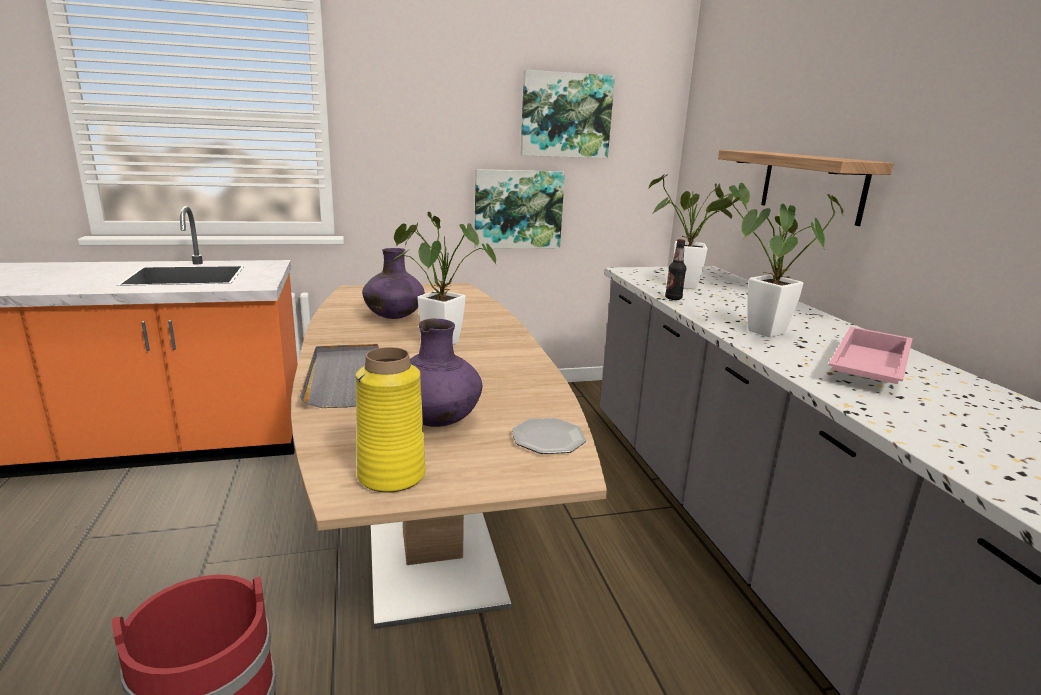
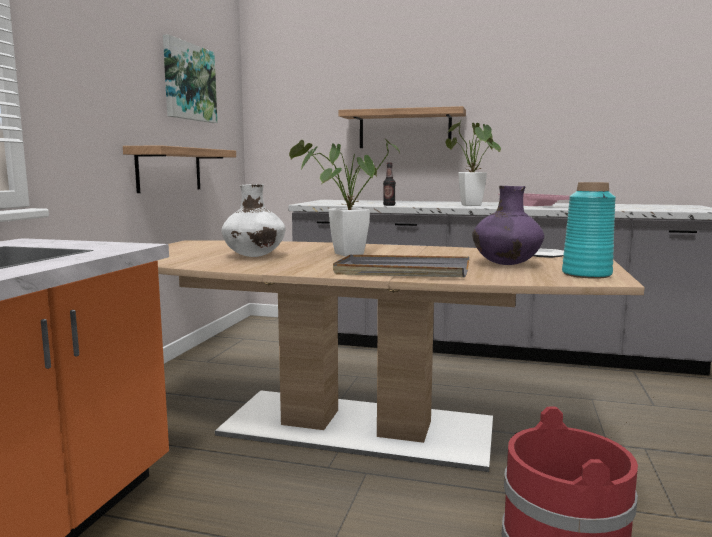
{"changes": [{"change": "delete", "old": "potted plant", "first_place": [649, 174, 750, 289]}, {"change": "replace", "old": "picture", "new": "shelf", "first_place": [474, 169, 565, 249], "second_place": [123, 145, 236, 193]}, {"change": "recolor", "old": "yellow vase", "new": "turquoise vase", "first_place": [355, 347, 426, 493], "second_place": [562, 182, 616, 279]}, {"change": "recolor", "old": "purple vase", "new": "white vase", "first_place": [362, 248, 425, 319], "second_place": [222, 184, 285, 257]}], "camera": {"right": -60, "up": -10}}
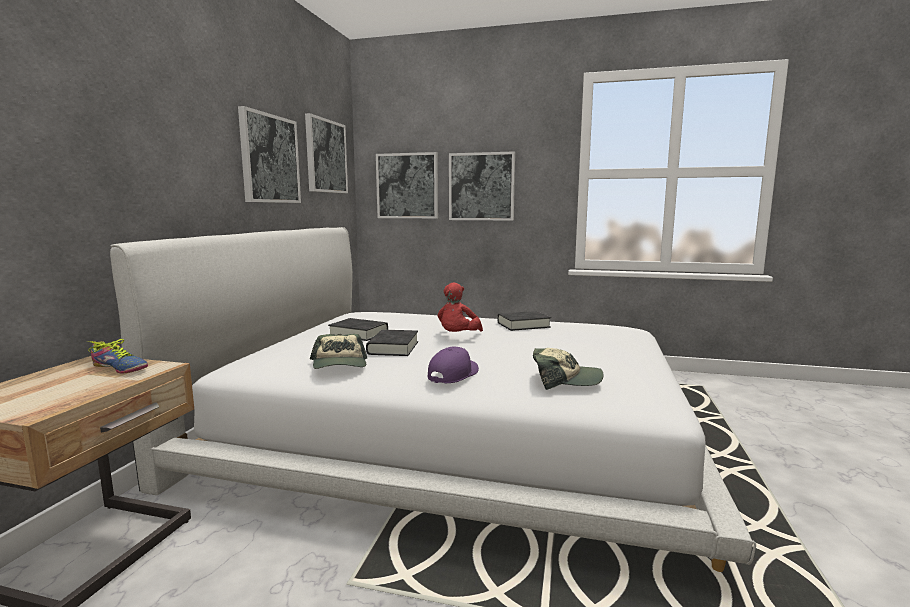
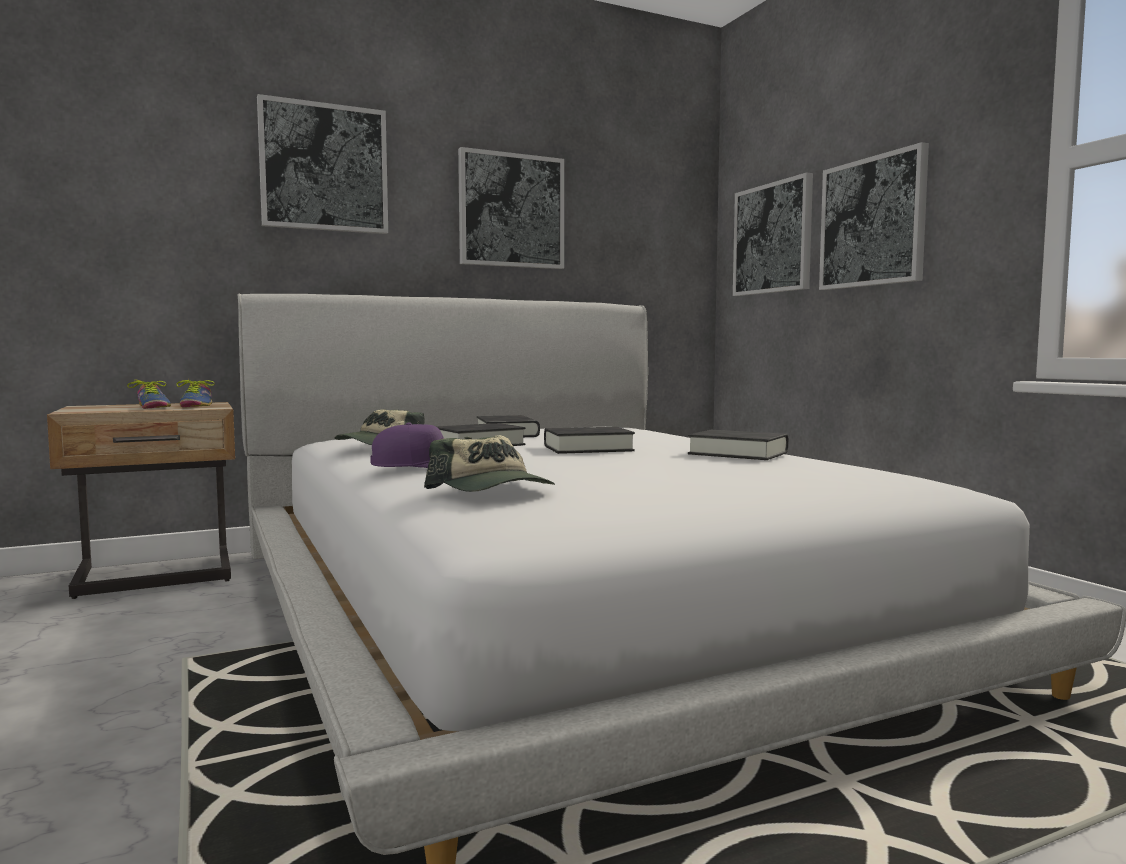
{"changes": [{"change": "insert", "new": "shoe", "second_place": [127, 380, 171, 409]}, {"change": "move", "old": "picture", "first_place": [305, 113, 348, 193], "second_place": [257, 94, 388, 234]}, {"change": "replace", "old": "red plush toy", "new": "black book", "first_place": [438, 282, 483, 332], "second_place": [544, 427, 635, 454]}], "camera": {"right": 50, "up": -5}}
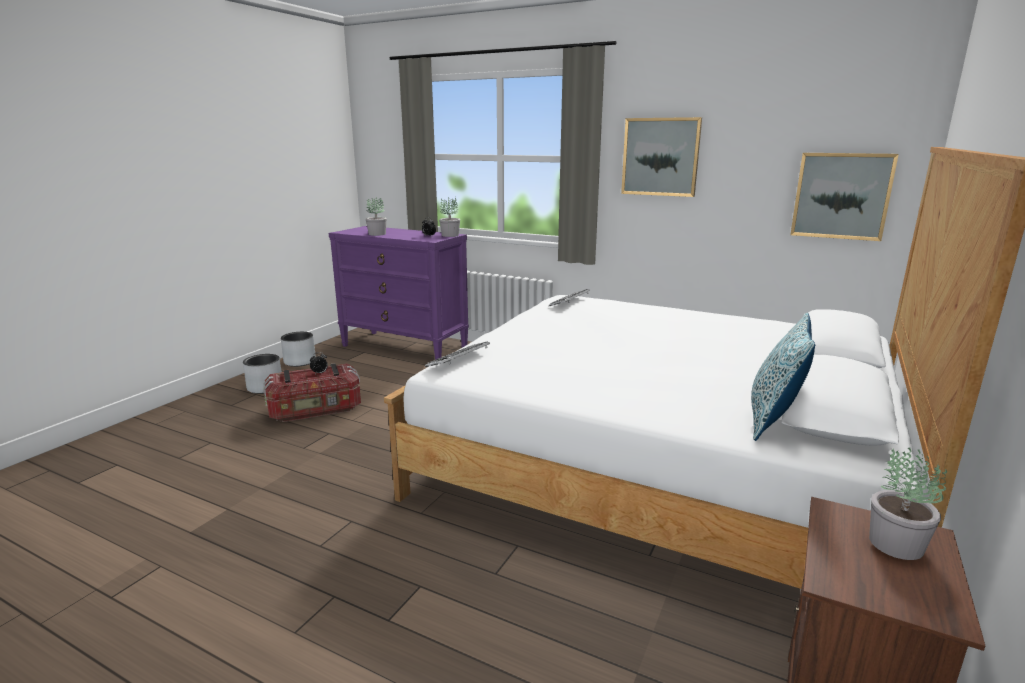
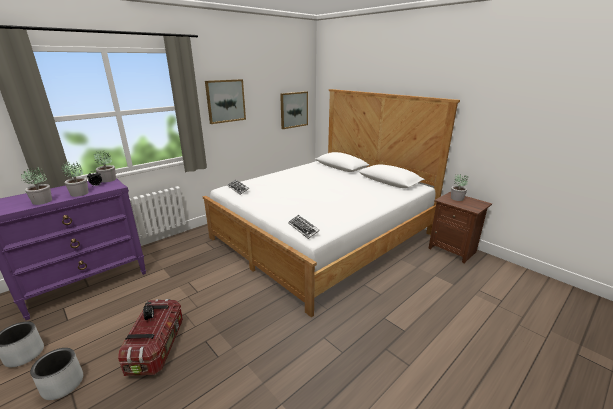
{"changes": [{"change": "delete", "old": "pillow", "first_place": [751, 312, 815, 441]}, {"change": "insert", "new": "potted plant", "second_place": [61, 161, 89, 197]}], "camera": {"right": -70, "up": 5}}
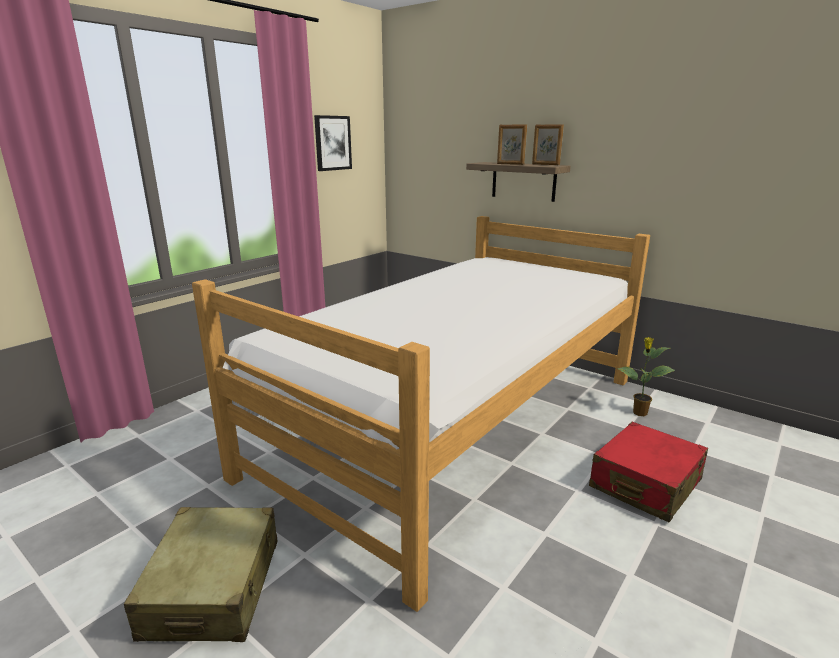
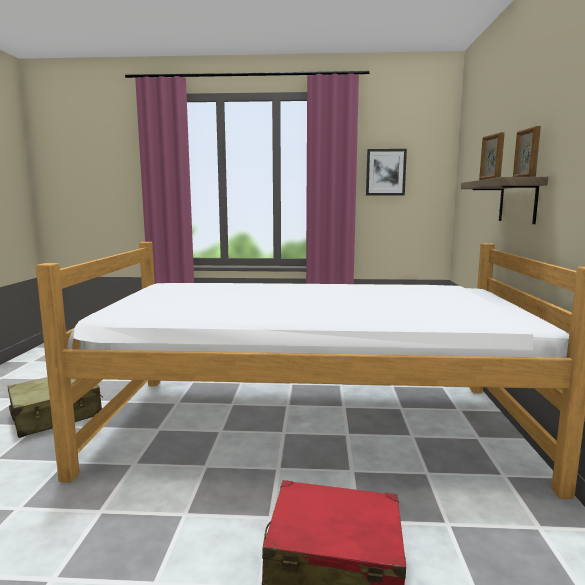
{"changes": [{"change": "delete", "old": "potted plant", "first_place": [617, 337, 675, 416]}], "camera": {"right": 55, "up": -10}}
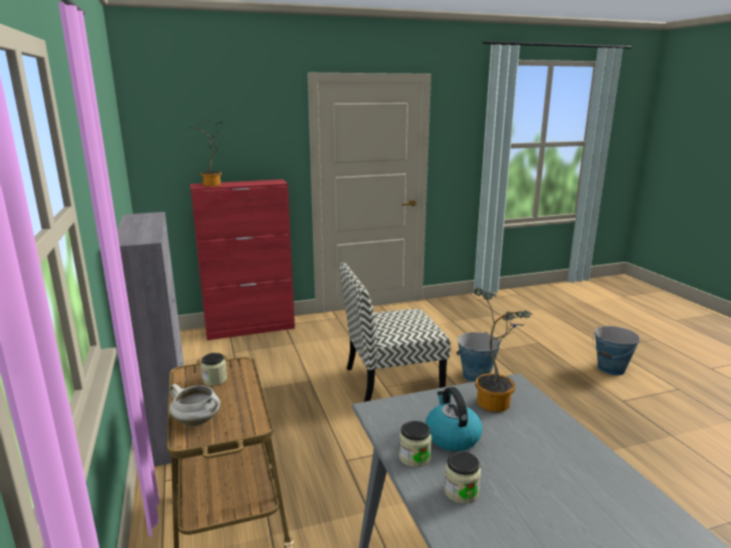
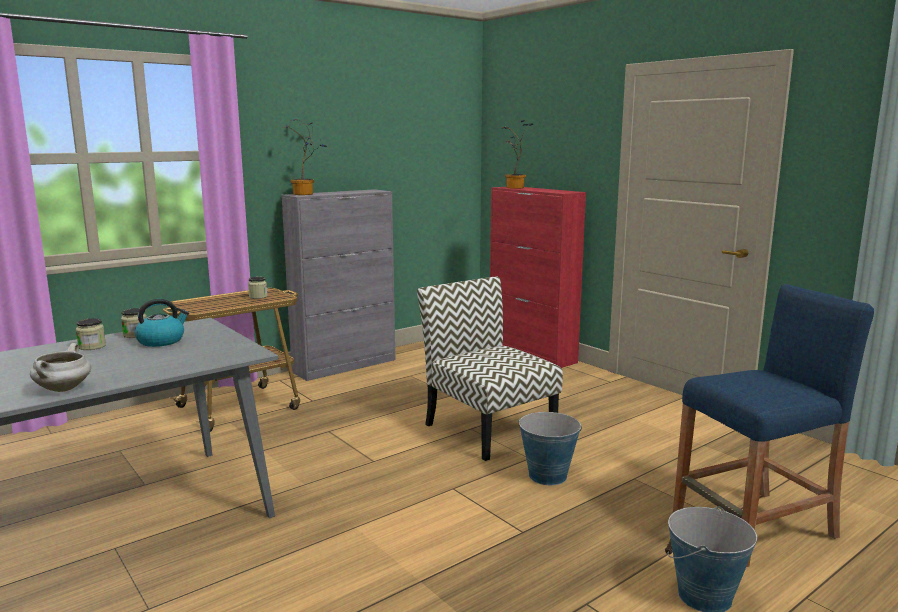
{"changes": [{"change": "insert", "new": "blue stool", "second_place": [673, 284, 874, 567]}, {"change": "move", "old": "white cooking pot", "first_place": [169, 384, 220, 426], "second_place": [30, 343, 91, 392]}, {"change": "move", "old": "potted plant", "first_place": [474, 288, 533, 412], "second_place": [282, 119, 327, 195]}], "camera": {"right": 70, "up": -5}}
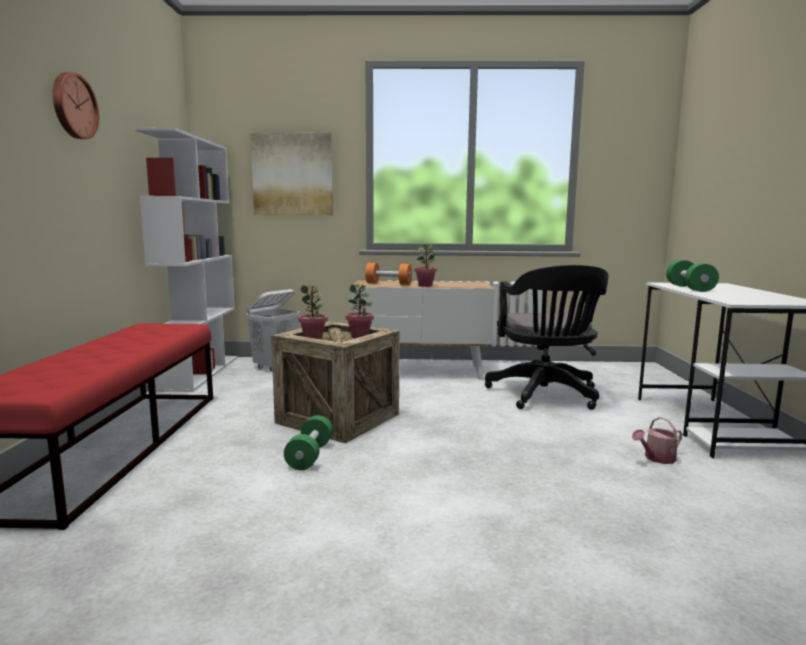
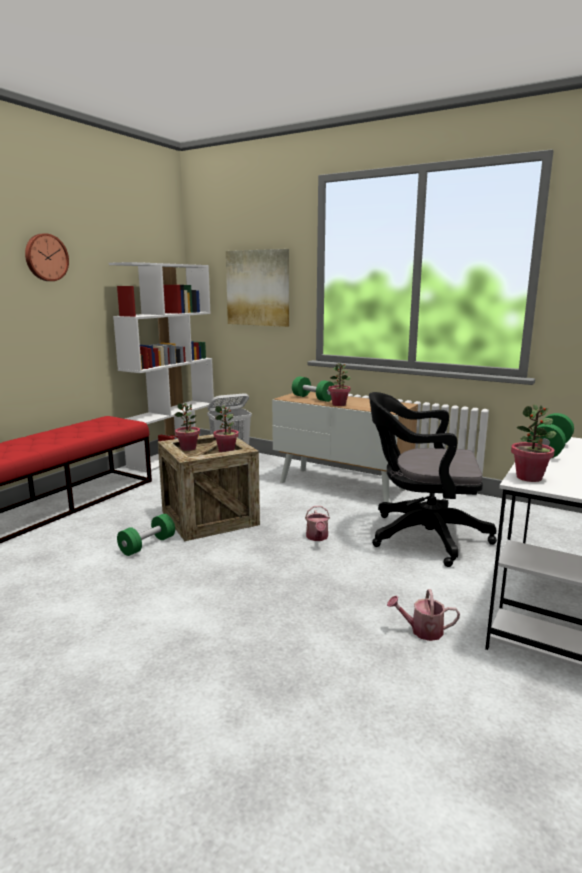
{"changes": [{"change": "insert", "new": "watering can", "second_place": [305, 506, 330, 541]}, {"change": "insert", "new": "potted plant", "second_place": [511, 404, 556, 482]}, {"change": "recolor", "old": "orange dumbbell", "new": "green dumbbell", "first_place": [365, 263, 412, 285], "second_place": [292, 377, 335, 402]}, {"change": "rotate", "old": "black office chair", "first_place": [485, 265, 609, 410], "second_place": [369, 392, 497, 567], "degrees": 75}], "camera": {"right": 30, "up": 5}}
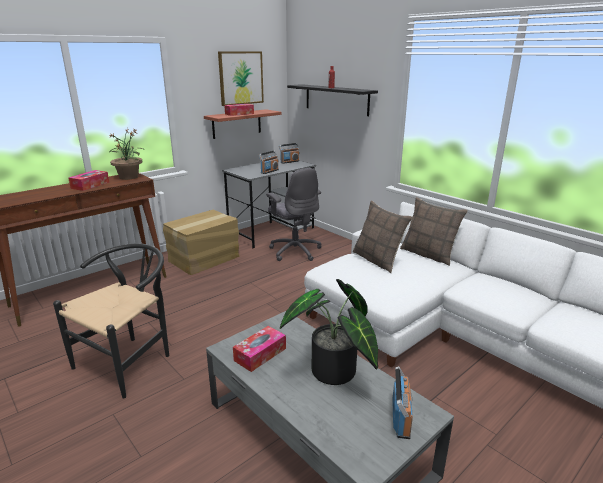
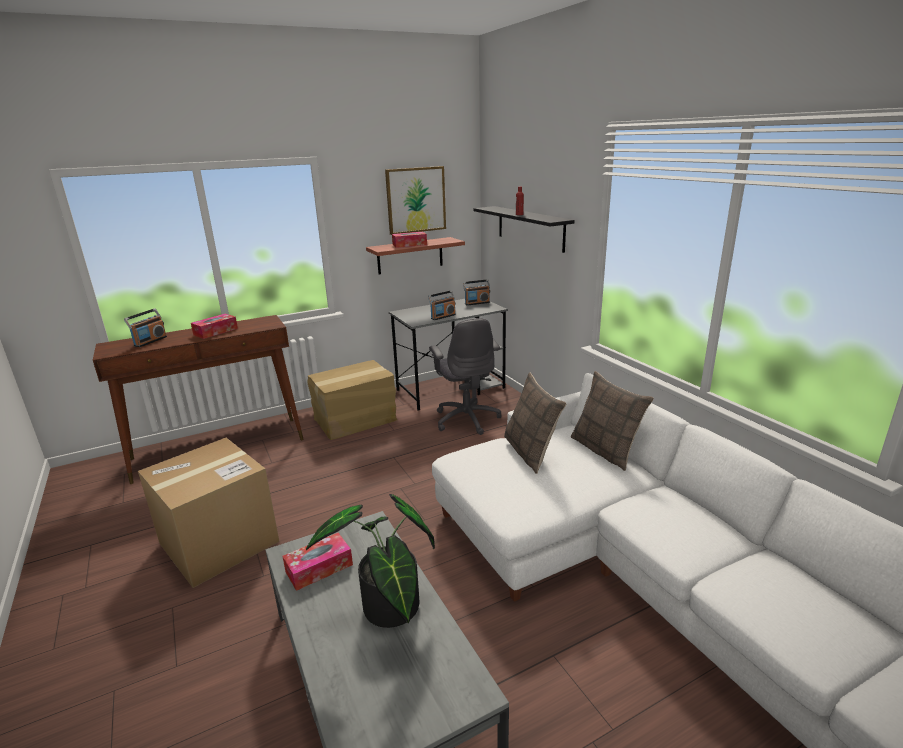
{"changes": [{"change": "delete", "old": "potted plant", "first_place": [109, 129, 145, 180]}, {"change": "move", "old": "radio", "first_place": [392, 366, 413, 439], "second_place": [124, 308, 167, 347]}, {"change": "replace", "old": "black chair", "new": "cardboard box", "first_place": [53, 243, 169, 399], "second_place": [138, 438, 280, 588]}], "camera": {"right": 15, "up": 0}}
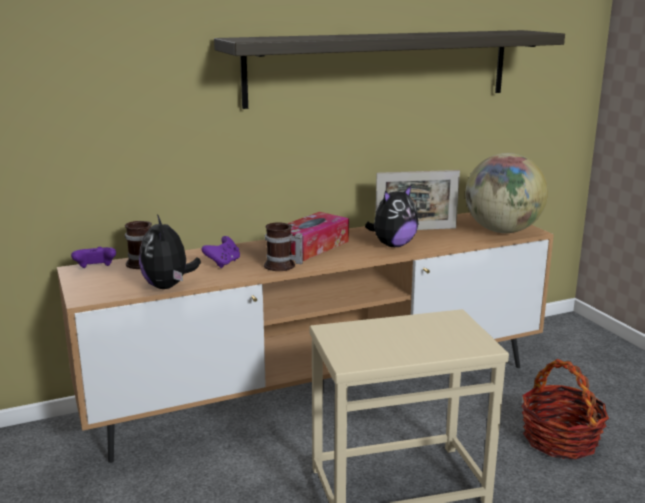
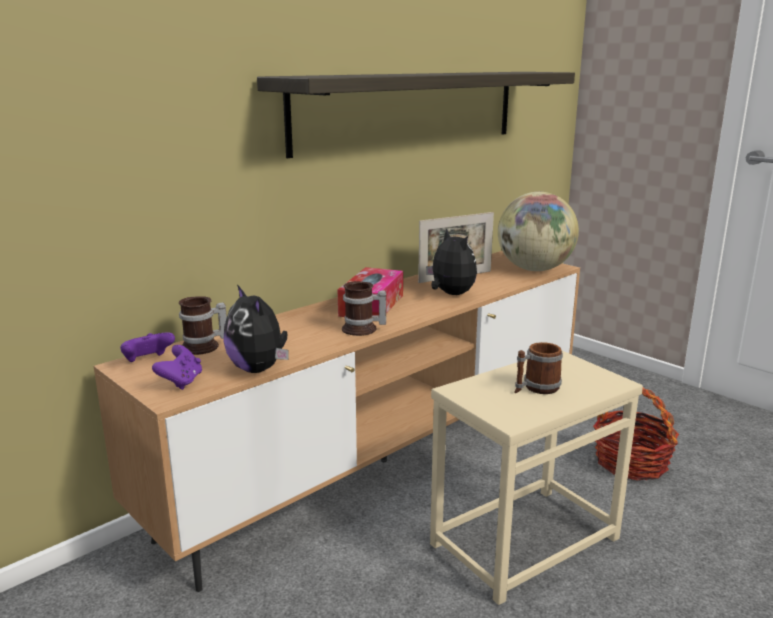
{"changes": [{"change": "insert", "new": "mug", "second_place": [514, 342, 563, 394]}, {"change": "move", "old": "purple game controller", "first_place": [201, 236, 240, 268], "second_place": [152, 345, 202, 390]}, {"change": "rotate", "old": "plush toy", "first_place": [365, 185, 418, 247], "second_place": [426, 228, 477, 295], "degrees": -60}], "camera": {"right": -20, "up": 0}}
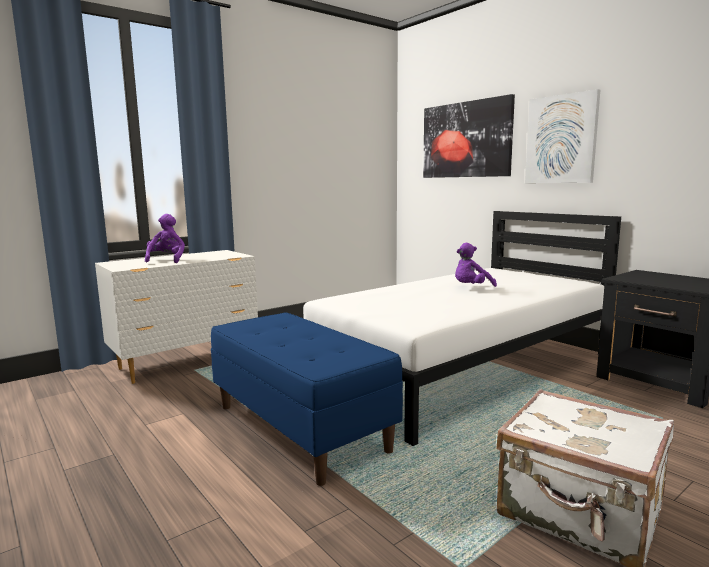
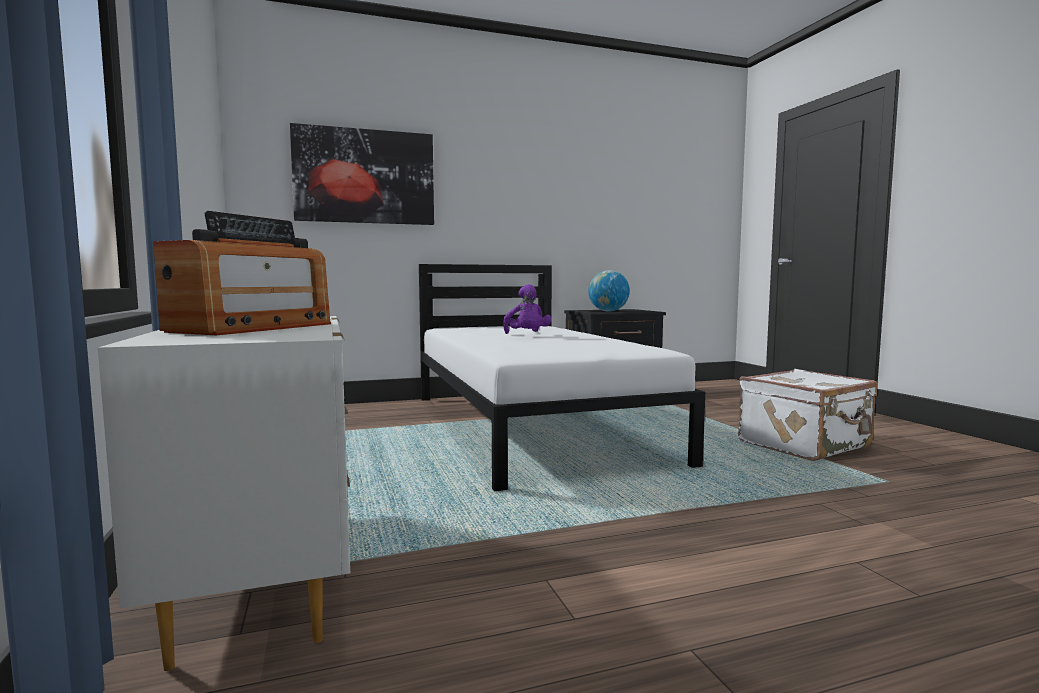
{"changes": [{"change": "delete", "old": "blue bench", "first_place": [211, 312, 403, 486]}, {"change": "delete", "old": "picture", "first_place": [525, 89, 600, 183]}, {"change": "insert", "new": "globe", "second_place": [588, 270, 630, 312]}, {"change": "replace", "old": "purple plush toy", "new": "radio", "first_place": [145, 214, 185, 263], "second_place": [153, 211, 331, 335]}], "camera": {"right": -70, "up": -5}}
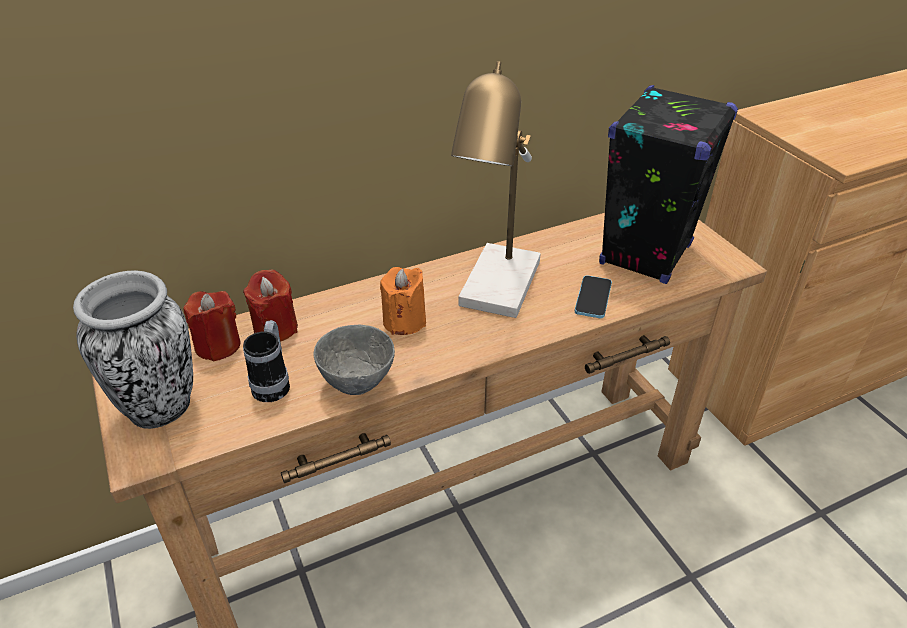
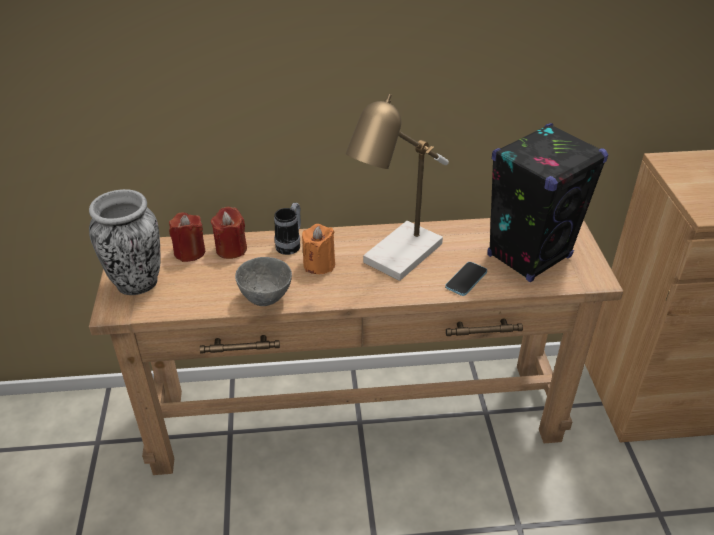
{"changes": [{"change": "move", "old": "mug", "first_place": [243, 320, 290, 402], "second_place": [274, 203, 301, 255]}], "camera": {"right": 20, "up": 0}}
